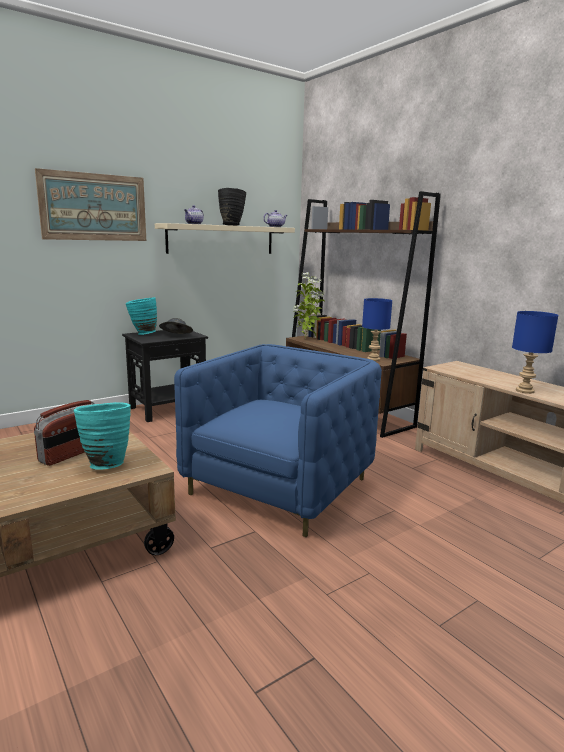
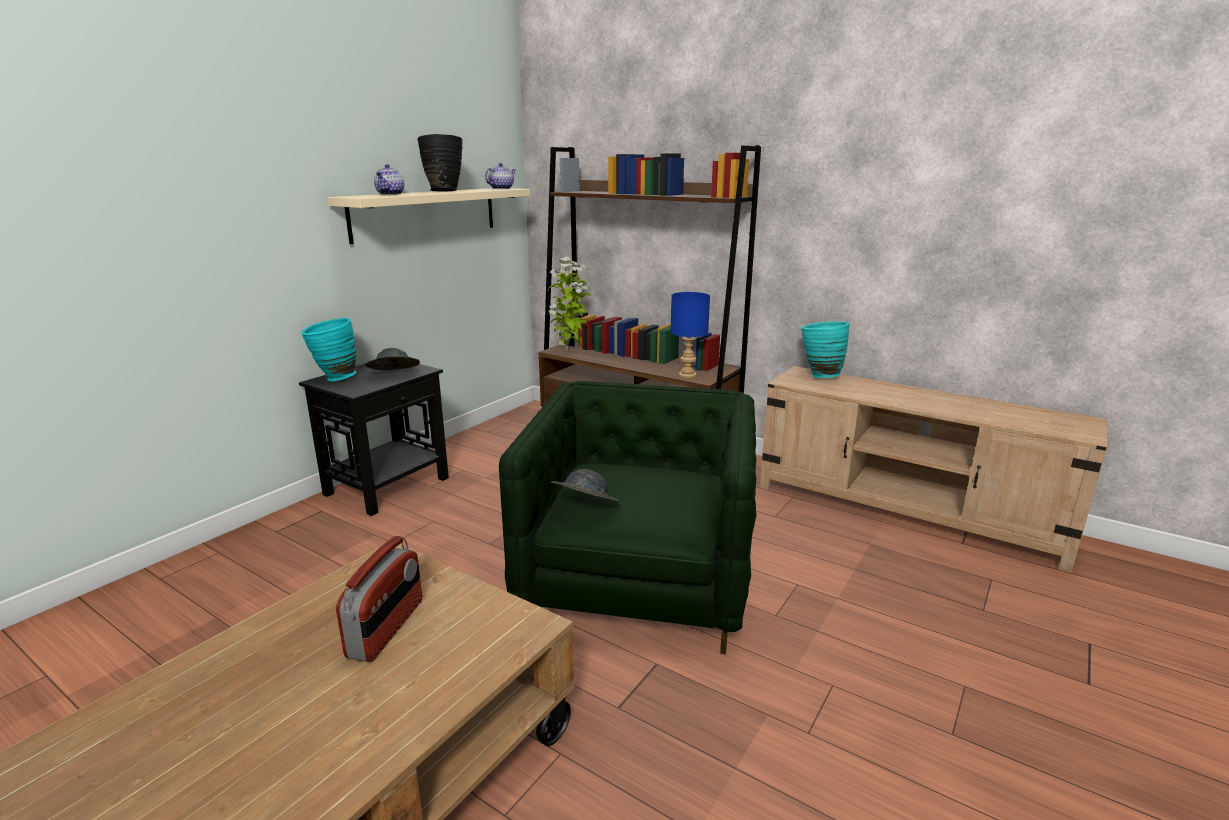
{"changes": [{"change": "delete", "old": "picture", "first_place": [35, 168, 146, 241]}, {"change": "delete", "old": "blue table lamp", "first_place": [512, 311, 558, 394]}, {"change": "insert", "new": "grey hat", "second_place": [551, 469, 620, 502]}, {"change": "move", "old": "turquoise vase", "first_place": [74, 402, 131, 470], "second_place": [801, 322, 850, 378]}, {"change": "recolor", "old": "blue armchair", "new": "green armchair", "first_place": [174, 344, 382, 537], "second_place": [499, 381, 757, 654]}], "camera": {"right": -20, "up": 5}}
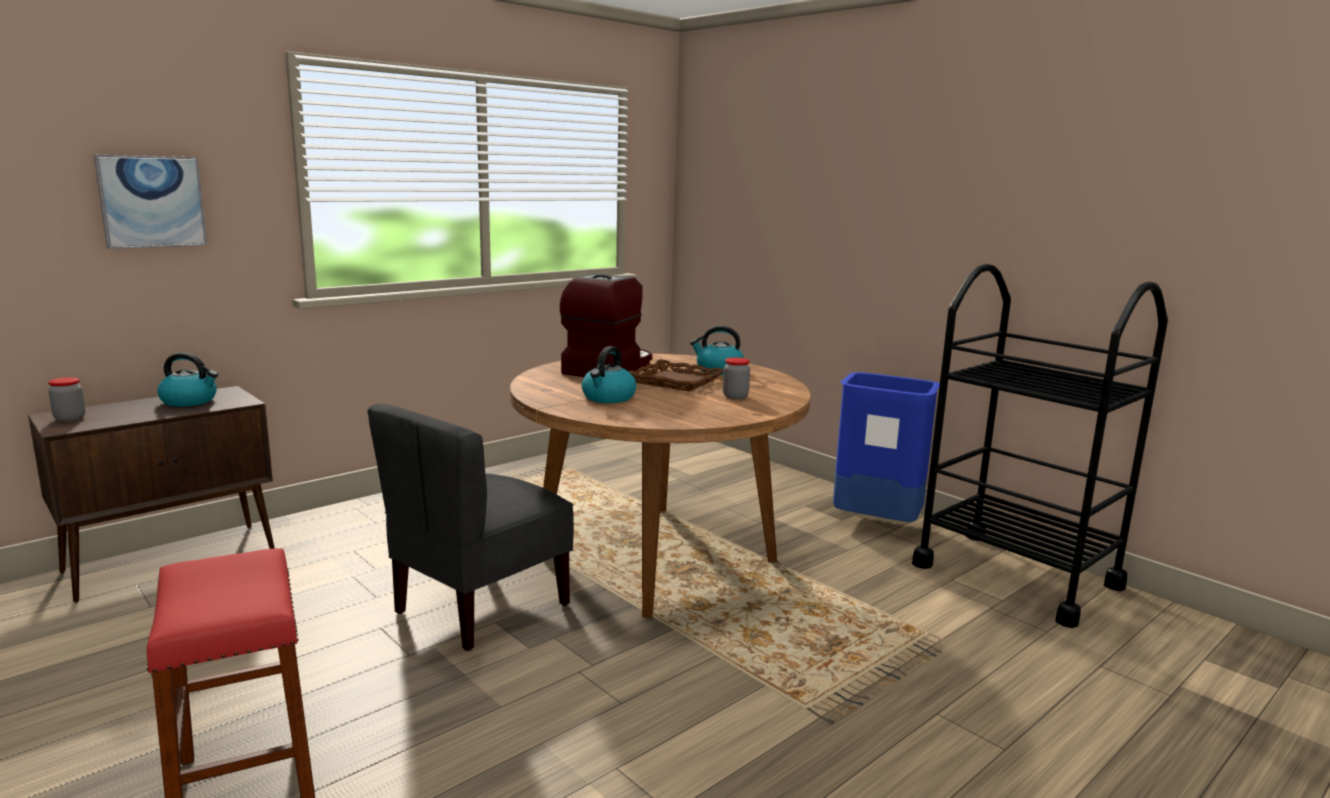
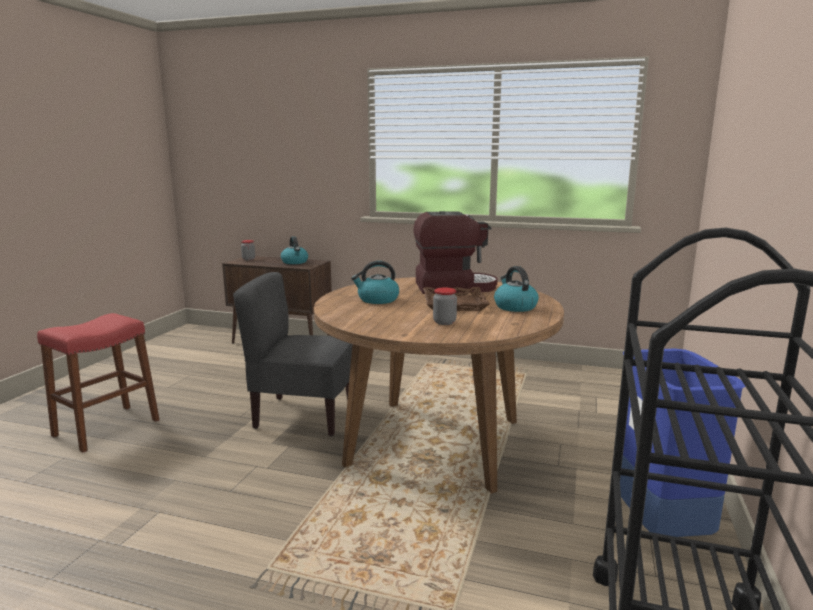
{"changes": [{"change": "delete", "old": "picture", "first_place": [94, 155, 207, 249]}], "camera": {"right": 60, "up": 0}}
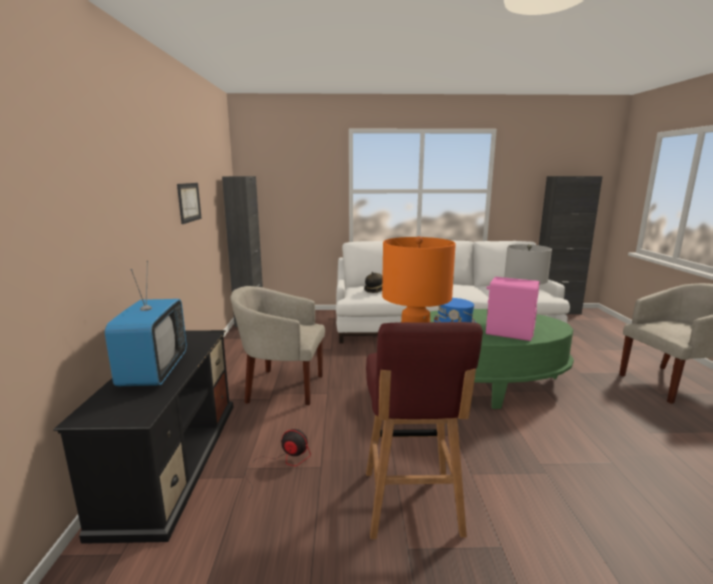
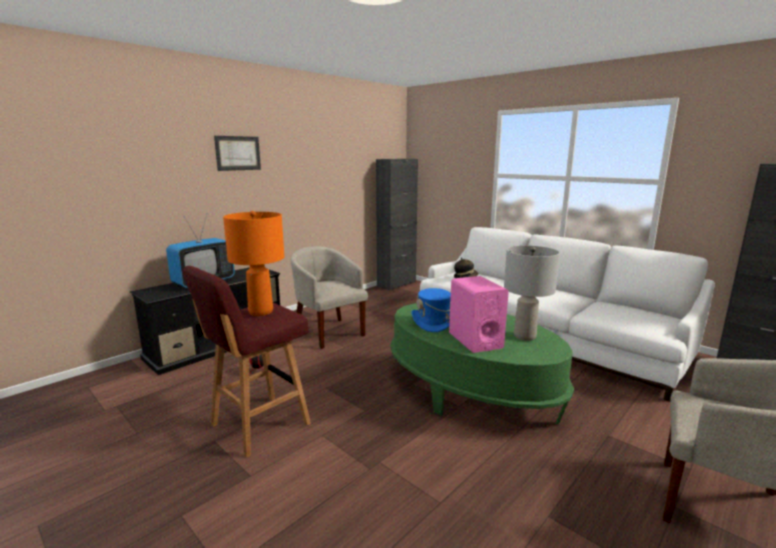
{"changes": [{"change": "move", "old": "picture", "first_place": [177, 183, 202, 224], "second_place": [214, 136, 261, 171]}], "camera": {"right": 45, "up": 0}}
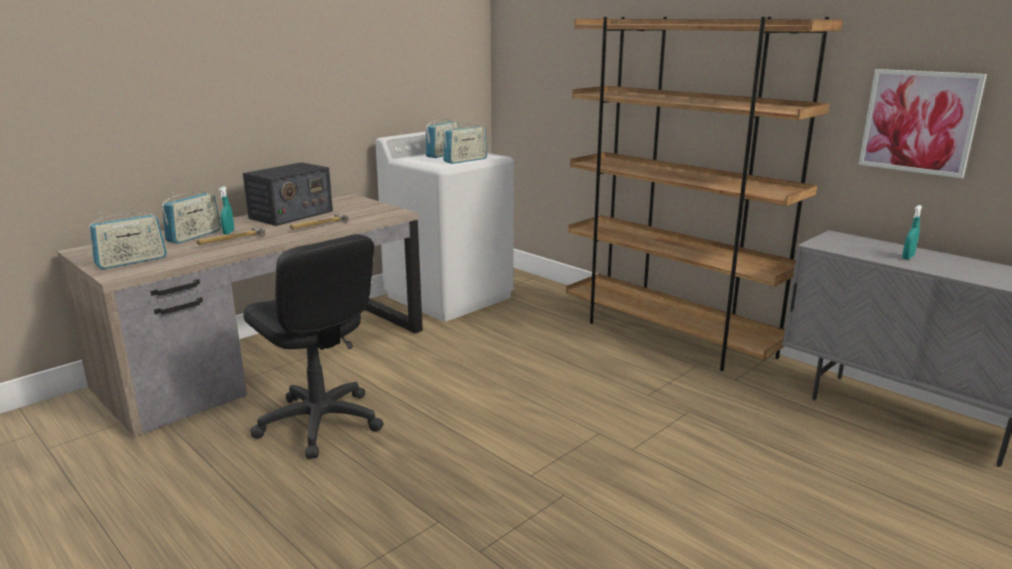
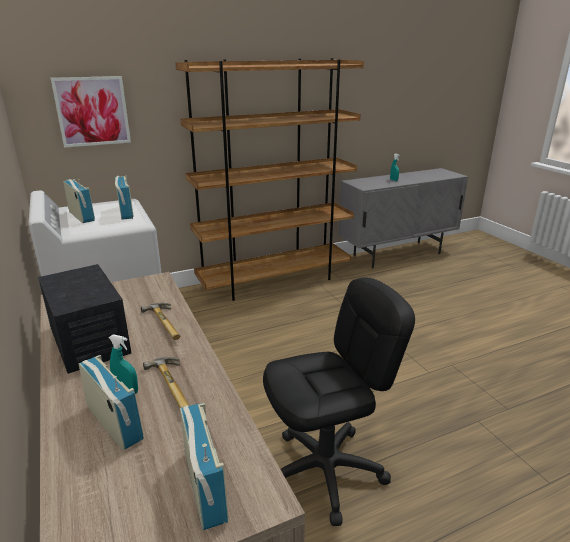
{"changes": [{"change": "move", "old": "picture", "first_place": [858, 69, 987, 178], "second_place": [51, 76, 131, 148]}], "camera": {"right": -70, "up": 5}}
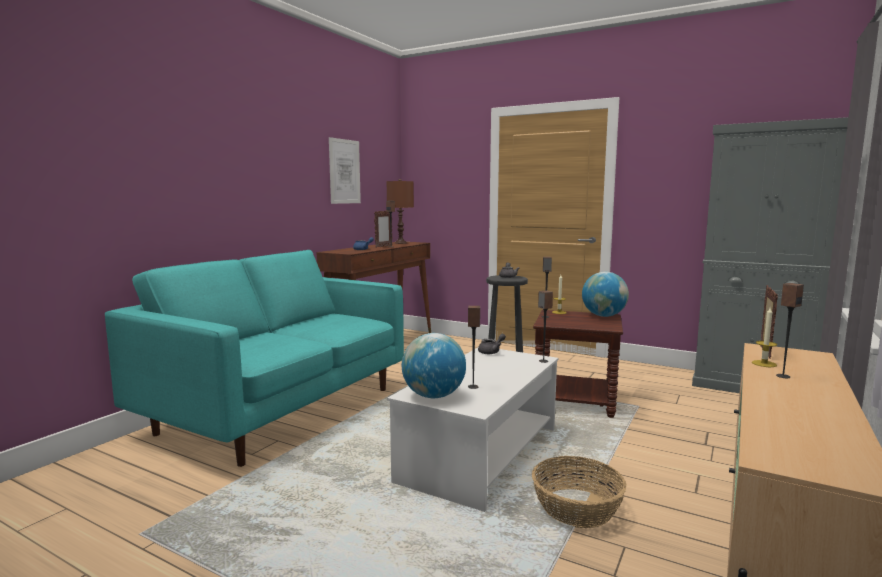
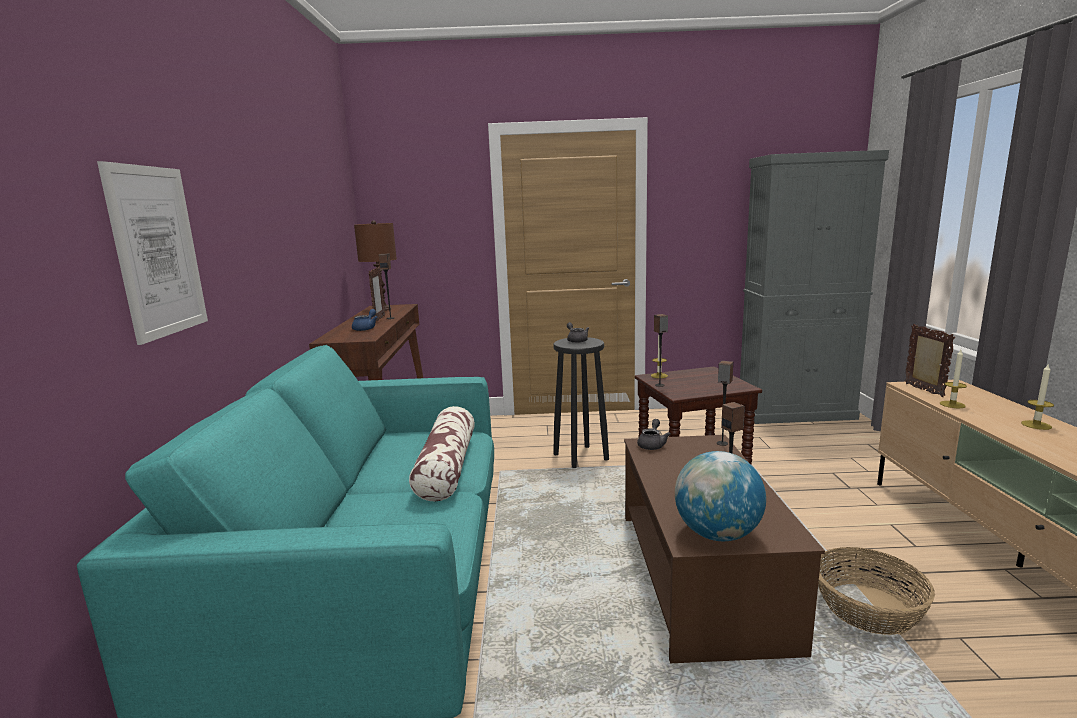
{"changes": [{"change": "delete", "old": "globe", "first_place": [582, 272, 629, 317]}, {"change": "delete", "old": "speaker", "first_place": [776, 283, 804, 378]}, {"change": "insert", "new": "pillow", "second_place": [409, 406, 475, 502]}, {"change": "insert", "new": "candle", "second_place": [1021, 363, 1054, 430]}, {"change": "move", "old": "picture", "first_place": [329, 137, 361, 204], "second_place": [97, 161, 208, 345]}, {"change": "recolor", "old": "white coffee table", "new": "brown coffee table", "first_place": [387, 348, 558, 512], "second_place": [624, 435, 825, 663]}], "camera": {"right": -30, "up": 5}}
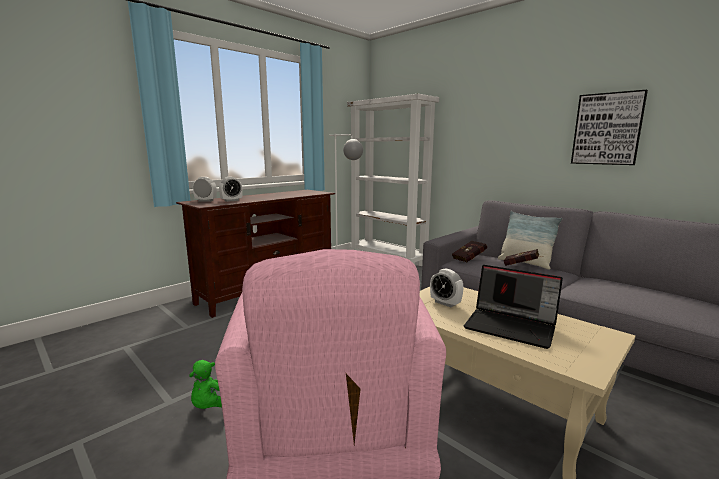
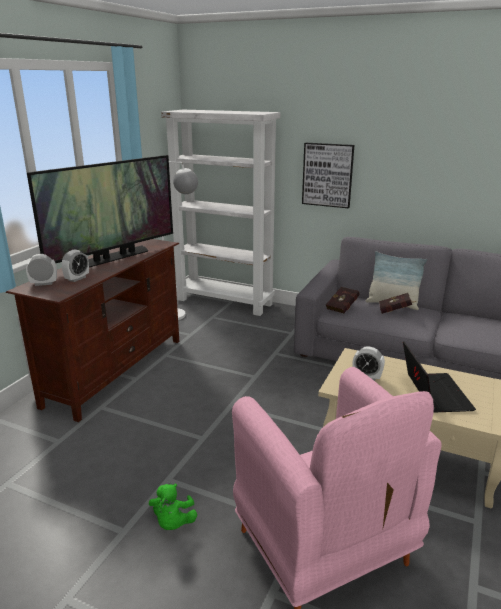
{"changes": [{"change": "insert", "new": "television", "second_place": [27, 155, 173, 268]}, {"change": "move", "old": "picture", "first_place": [571, 90, 648, 165], "second_place": [302, 143, 354, 209]}, {"change": "rotate", "old": "laptop", "first_place": [464, 265, 563, 349], "second_place": [403, 341, 476, 413], "degrees": -105}], "camera": {"right": -20, "up": 10}}
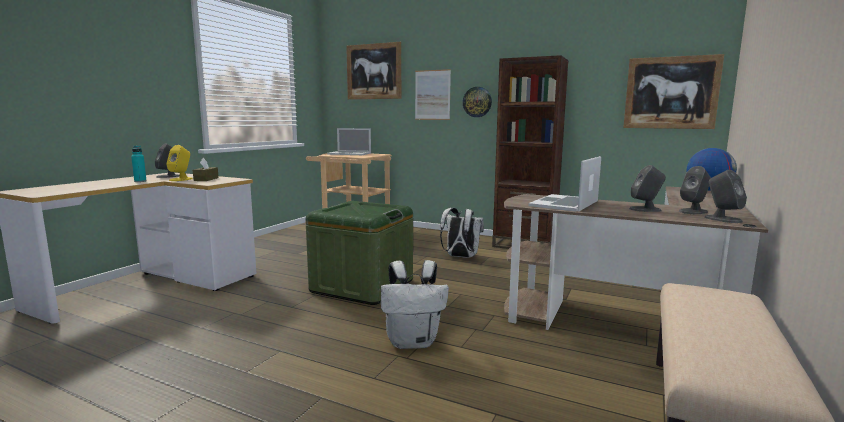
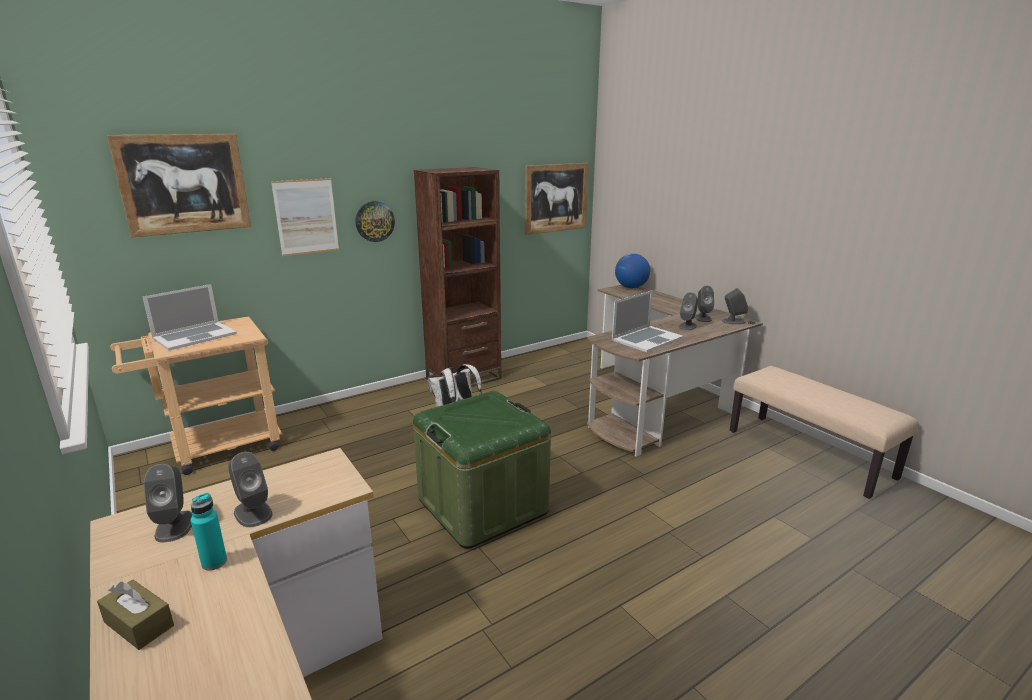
{"changes": [{"change": "delete", "old": "white backpack", "first_place": [381, 260, 449, 349]}, {"change": "move", "old": "brown tissue box", "first_place": [193, 158, 219, 181], "second_place": [97, 579, 174, 650]}, {"change": "recolor", "old": "yellow speaker", "new": "grey speaker", "first_place": [166, 145, 193, 181], "second_place": [228, 452, 272, 527]}, {"change": "rotate", "old": "laptop", "first_place": [529, 156, 601, 212], "second_place": [612, 290, 684, 352], "degrees": -105}], "camera": {"right": -60, "up": 10}}
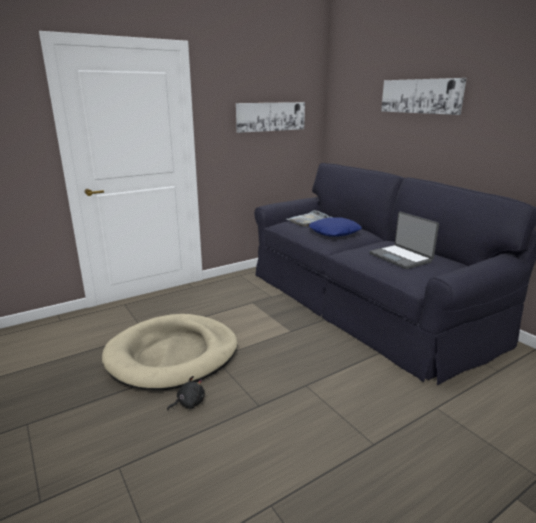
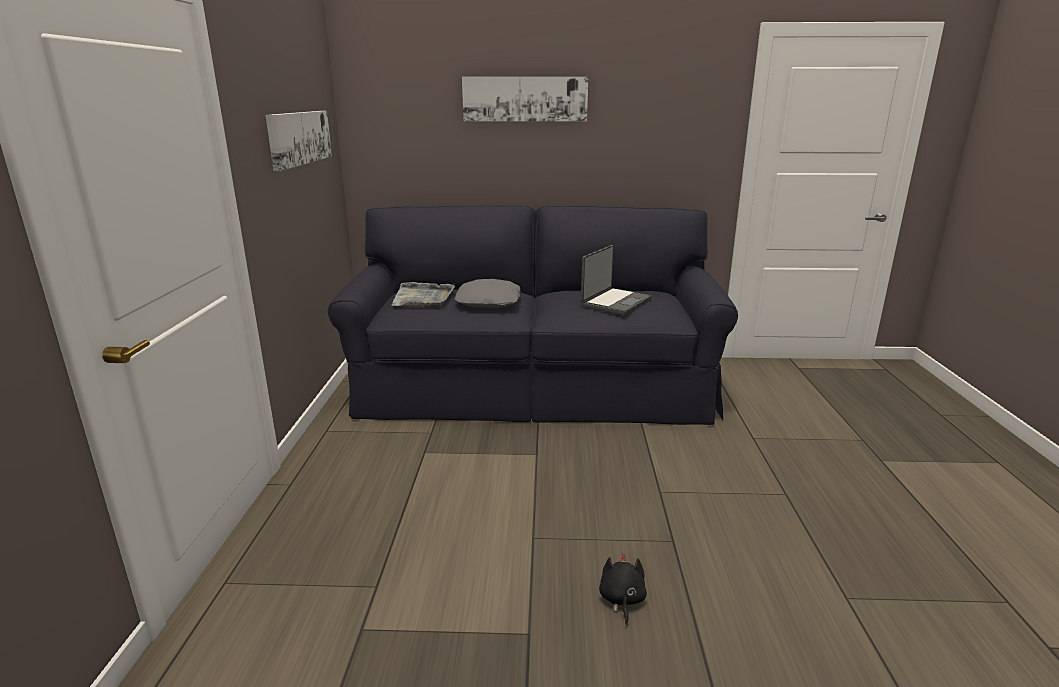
{"changes": [{"change": "delete", "old": "beige dog bed", "first_place": [102, 314, 238, 390]}, {"change": "recolor", "old": "blue pillow", "new": "grey pillow", "first_place": [309, 217, 362, 237], "second_place": [454, 279, 521, 308]}, {"change": "rotate", "old": "laptop", "first_place": [369, 212, 439, 269], "second_place": [581, 245, 652, 315], "degrees": -60}], "camera": {"right": -55, "up": 0}}
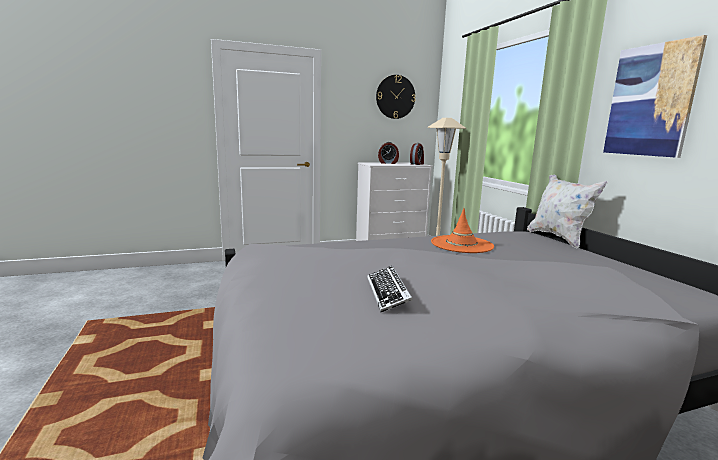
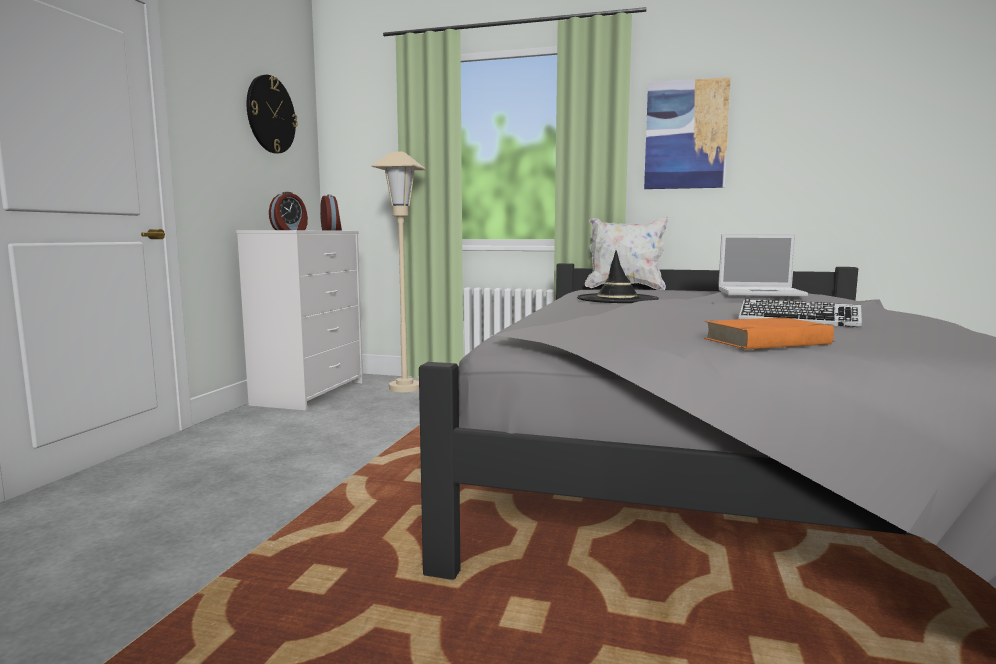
{"changes": [{"change": "insert", "new": "orange book", "second_place": [704, 317, 835, 349]}, {"change": "insert", "new": "laptop", "second_place": [718, 234, 808, 296]}, {"change": "recolor", "old": "orange hat", "new": "black hat", "first_place": [431, 208, 494, 253], "second_place": [577, 250, 659, 303]}], "camera": {"right": -55, "up": -5}}
